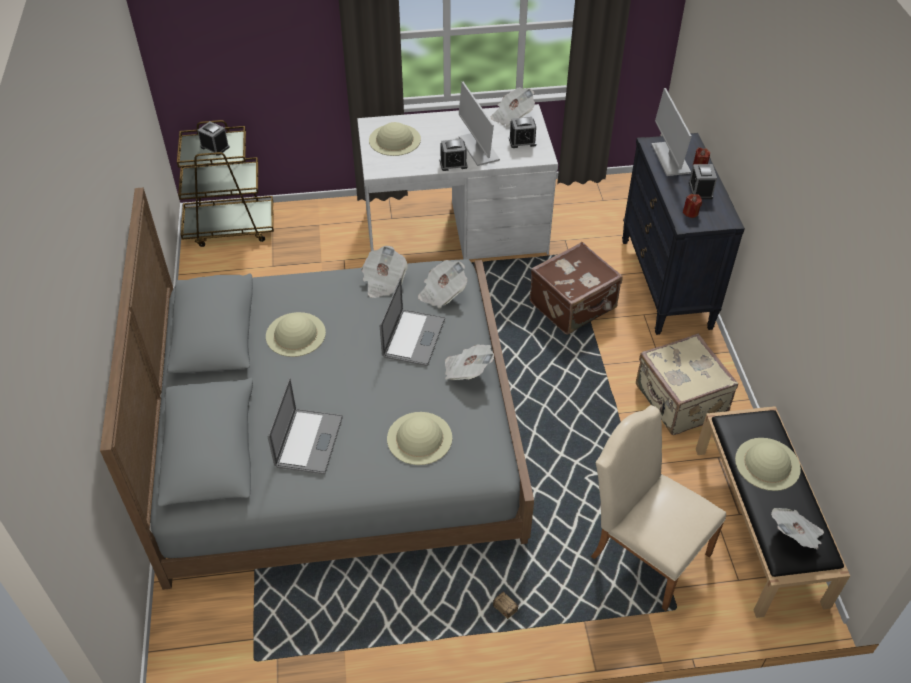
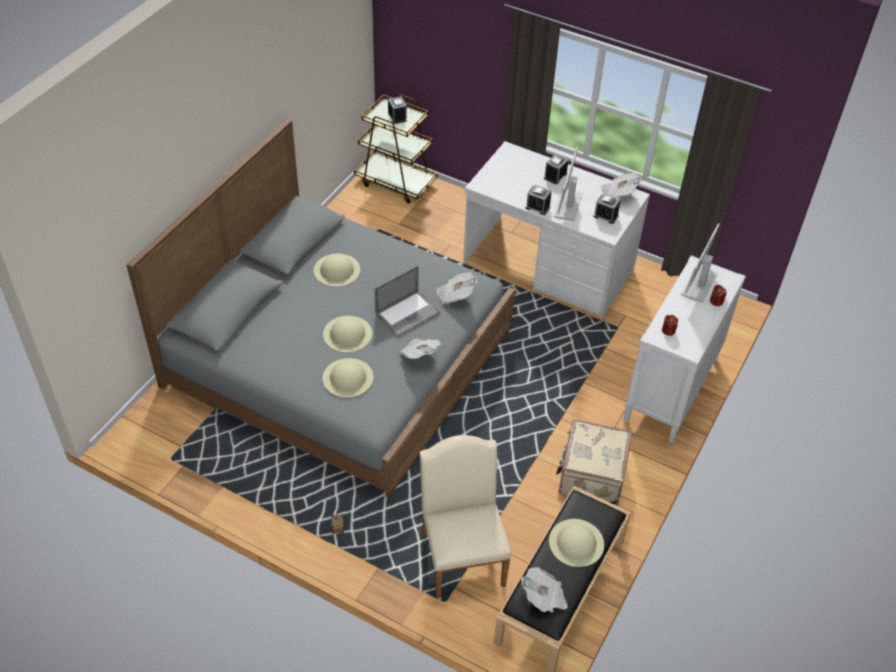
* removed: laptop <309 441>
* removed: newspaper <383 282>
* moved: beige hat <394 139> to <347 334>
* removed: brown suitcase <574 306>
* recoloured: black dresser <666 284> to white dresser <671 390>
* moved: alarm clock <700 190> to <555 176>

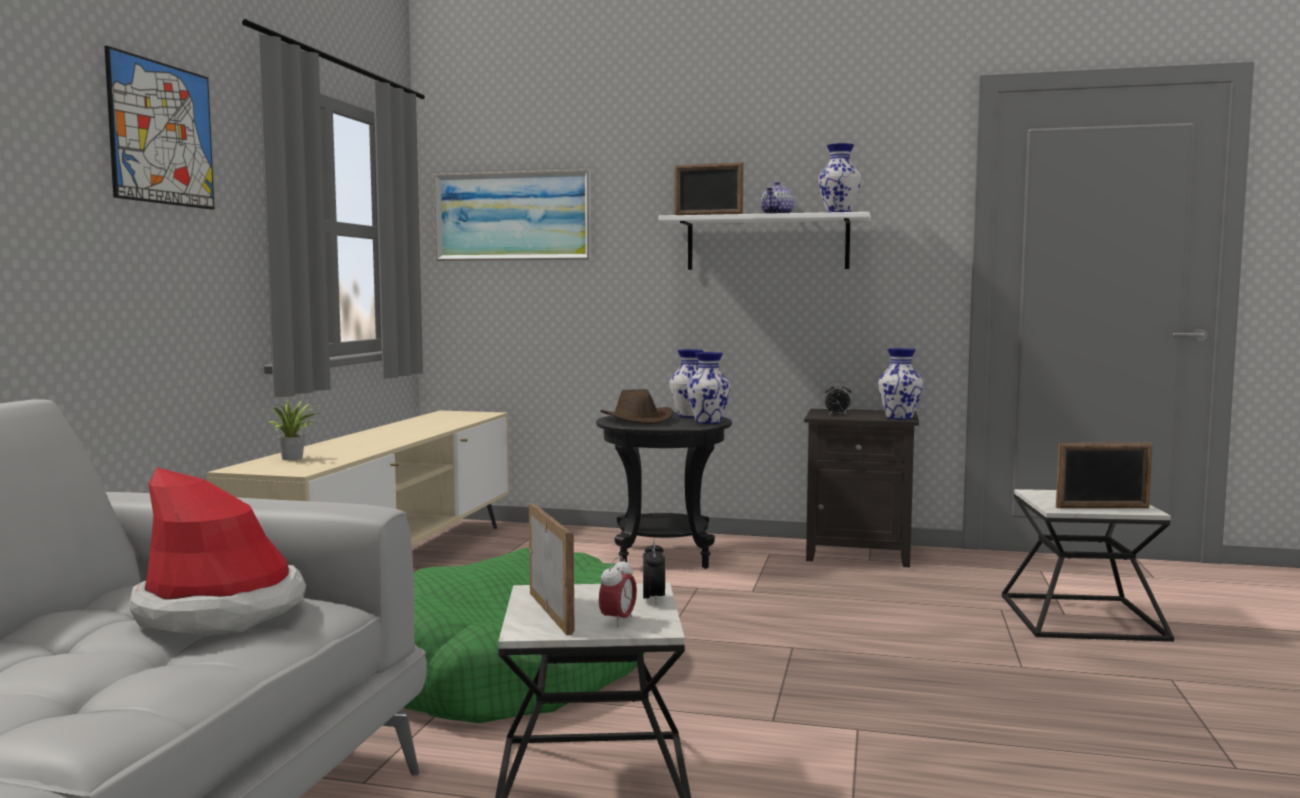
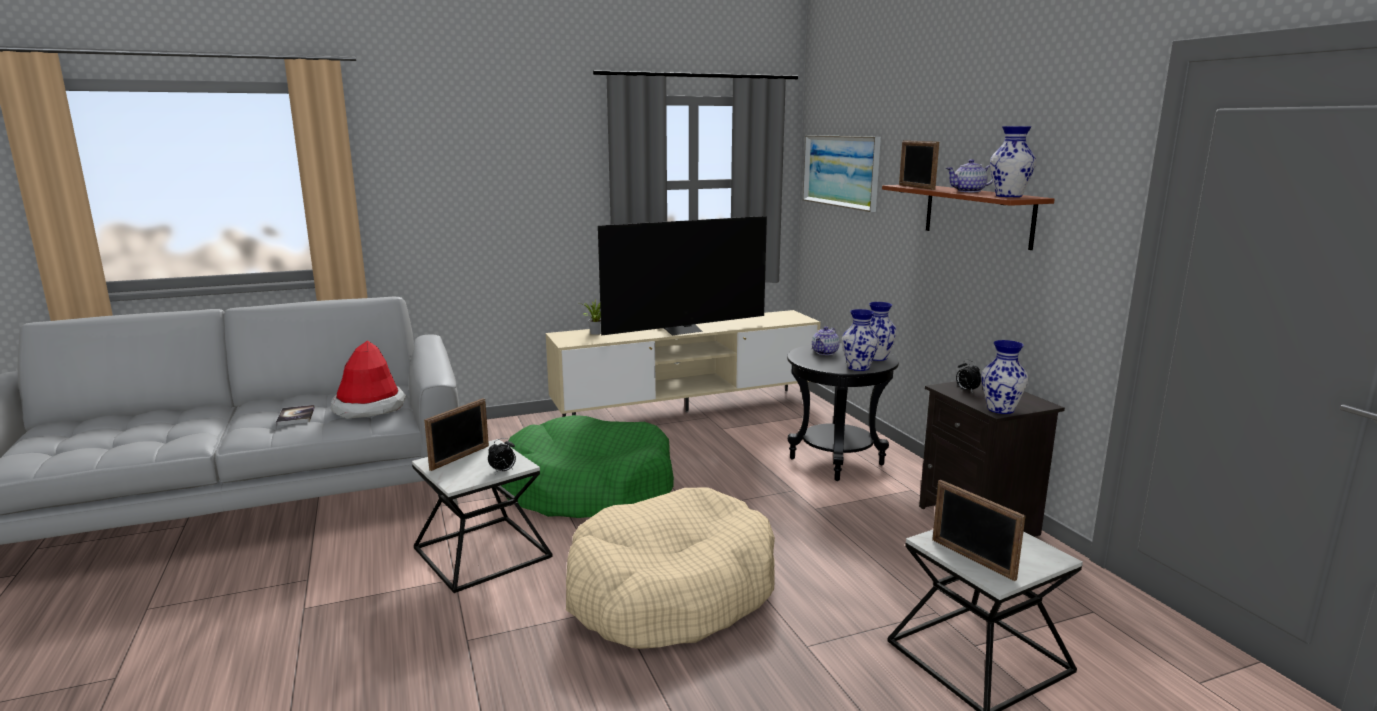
* removed: picture <162 133>
* removed: alarm clock <618 621>
* replaced: brown hat <638 420> to teapot <825 352>
* recoloured: white shelf <767 243> to brown shelf <977 215>
* added: book <296 416>
* added: beige dog bed <671 591>
* added: television <683 330>

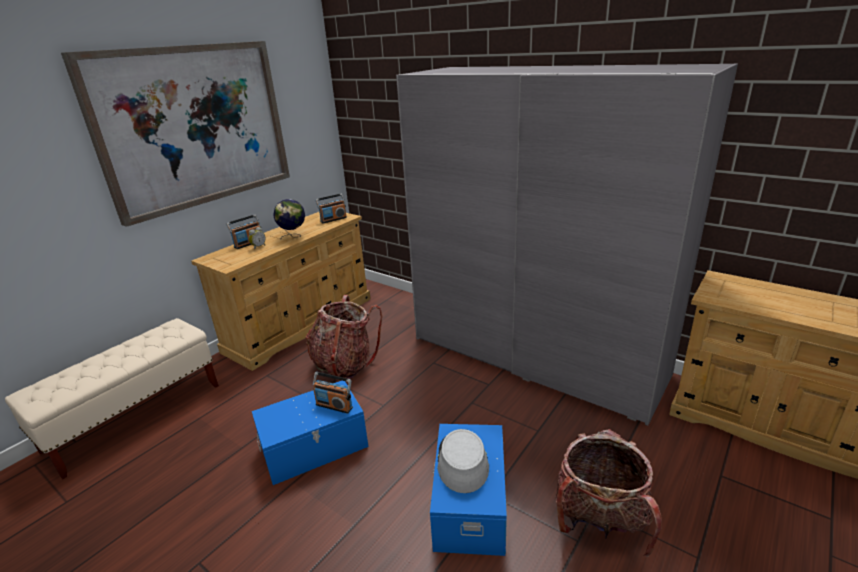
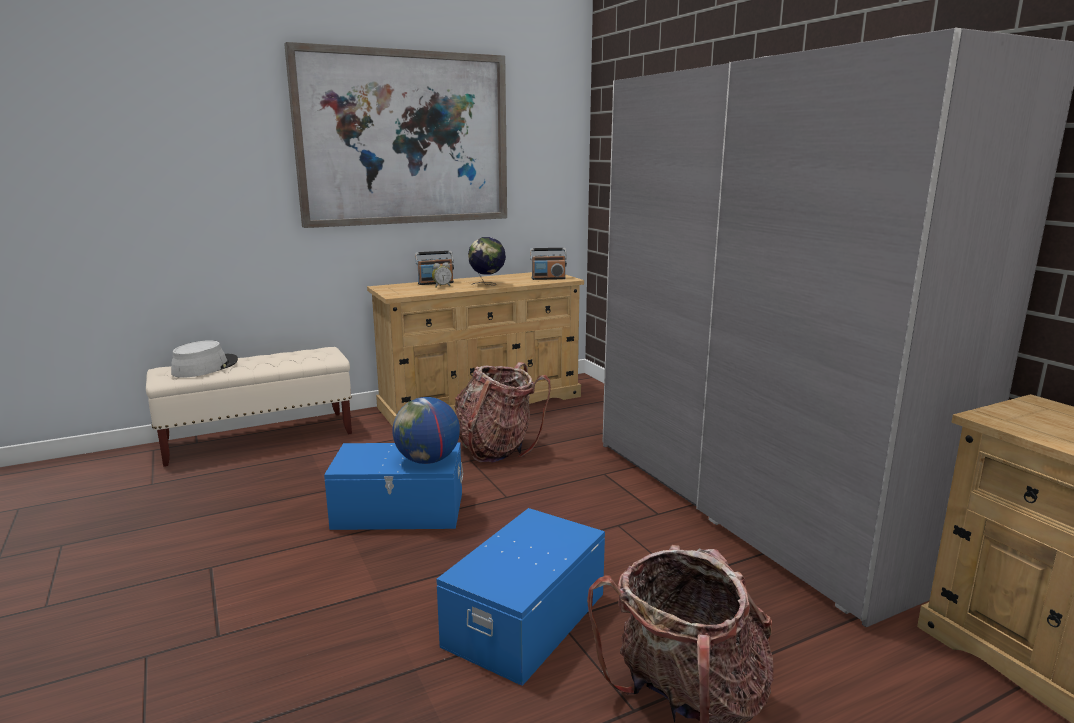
* replaced: radio <334 406> to globe <427 460>
* moved: grey hat <462 461> to <205 367>

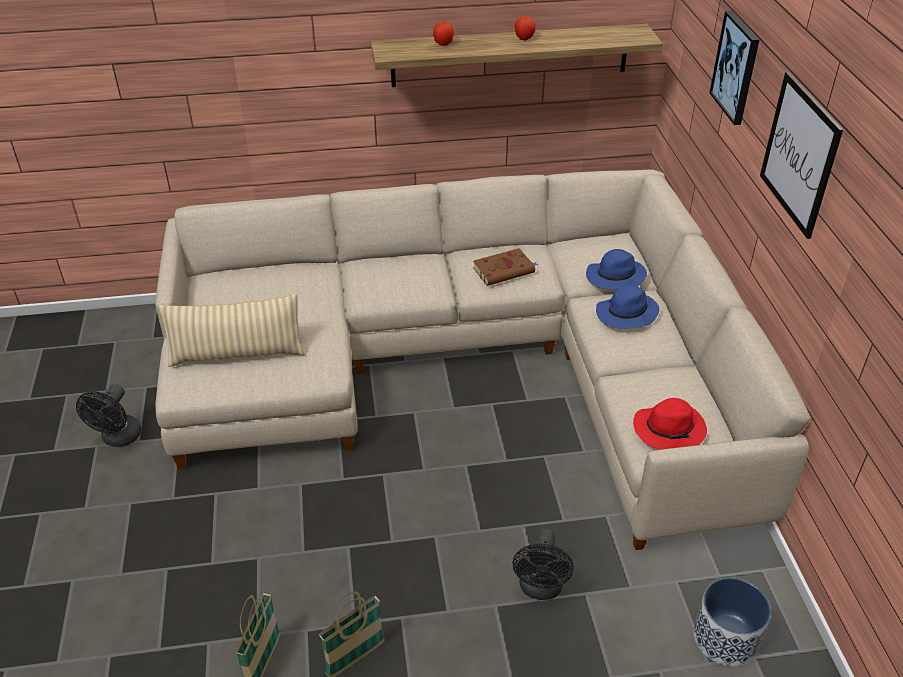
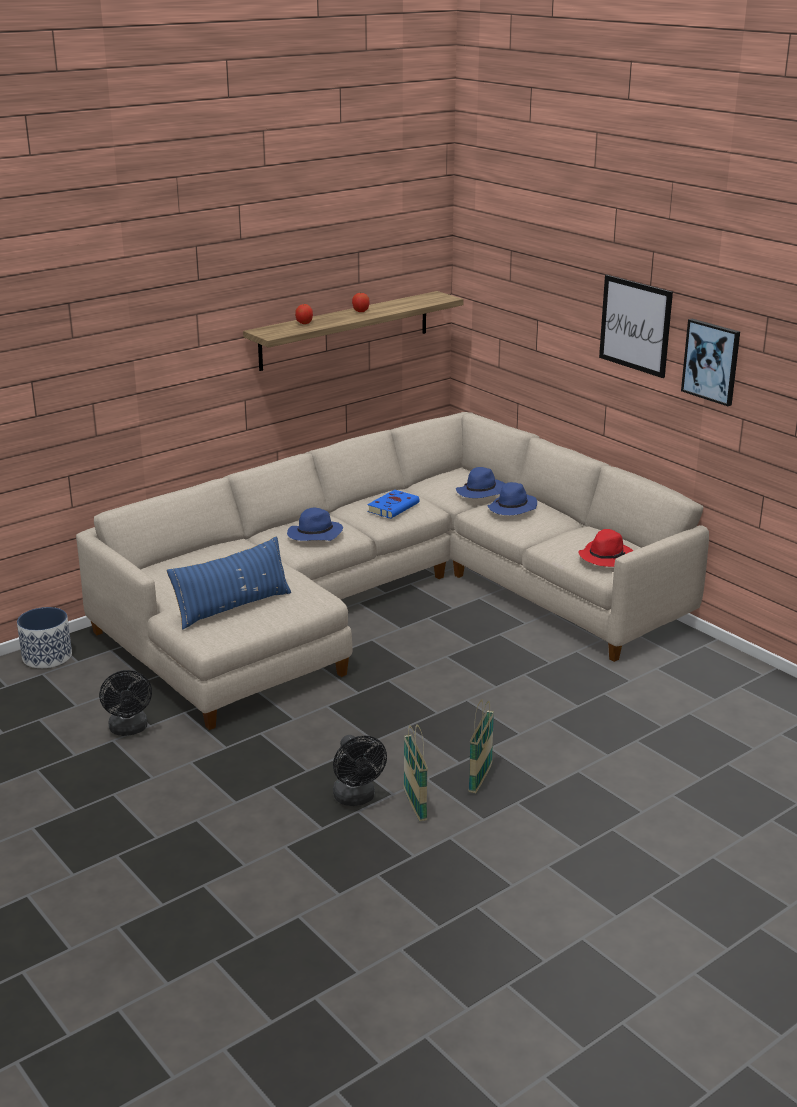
* recoloured: beige pillow <237 354> to blue pillow <232 607>
* recoloured: brown book <505 270> to blue book <394 507>
* moved: black fan <540 589> to <356 798>
* moved: planter <725 638> to <47 656>
* moved: picture <736 67> to <711 361>
* added: blue hat <314 535>

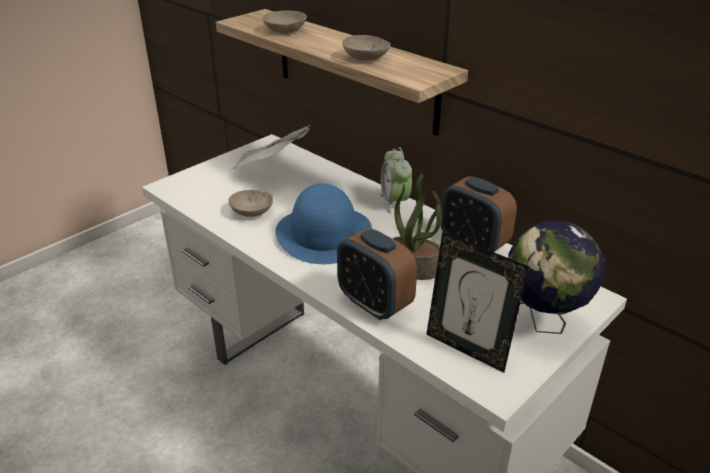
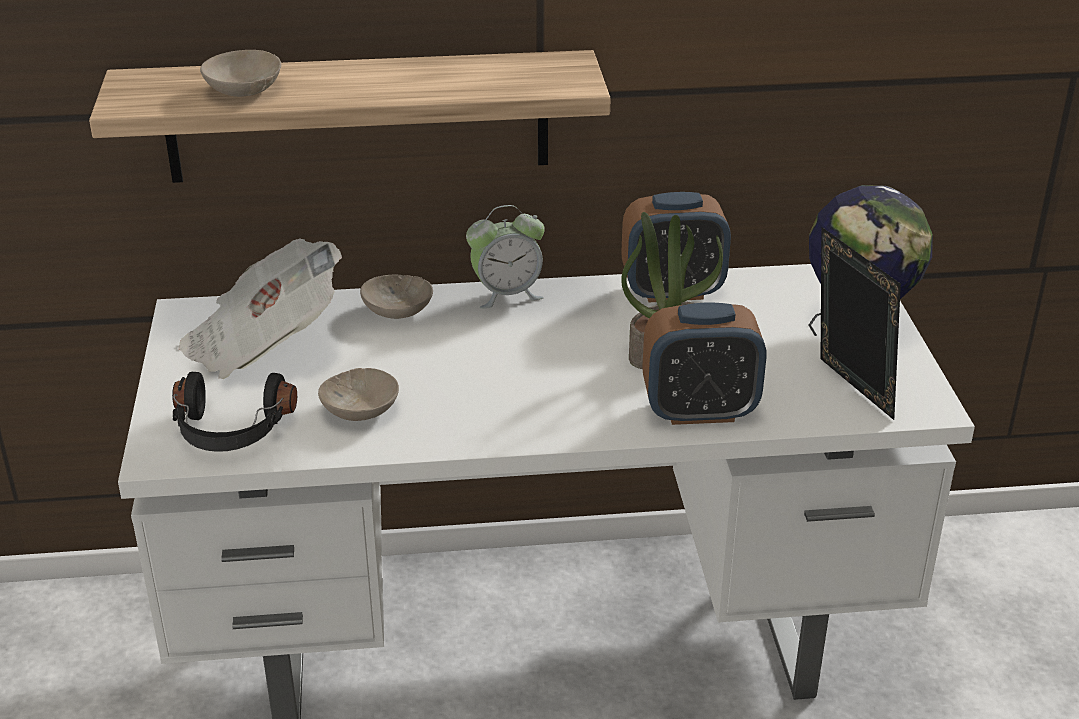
* removed: blue hat <324 234>
* moved: beige bowl <364 58> to <396 311>
* turned: alarm clock <395 202> = <507 294> 45 degrees counterclockwise
* turned: picture frame <467 348> = <848 391> 105 degrees counterclockwise
* added: black headphones <231 431>

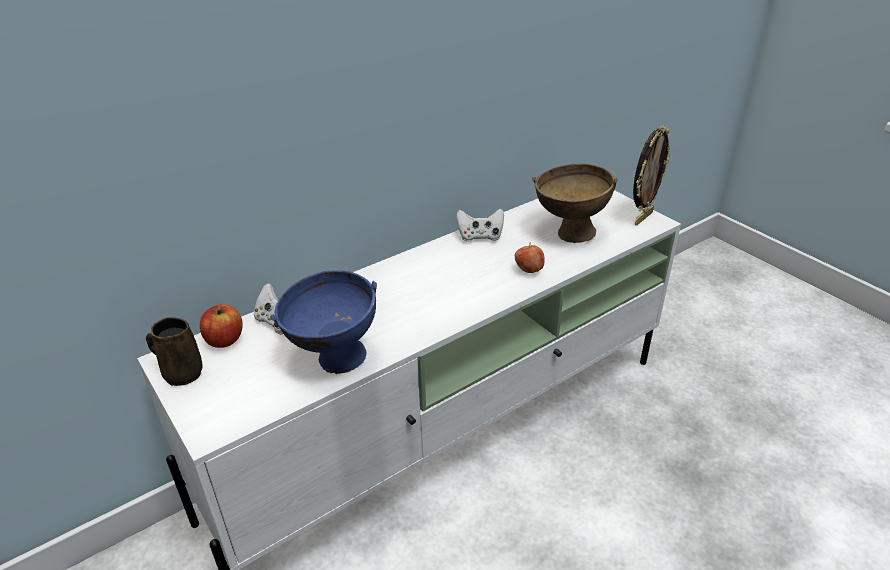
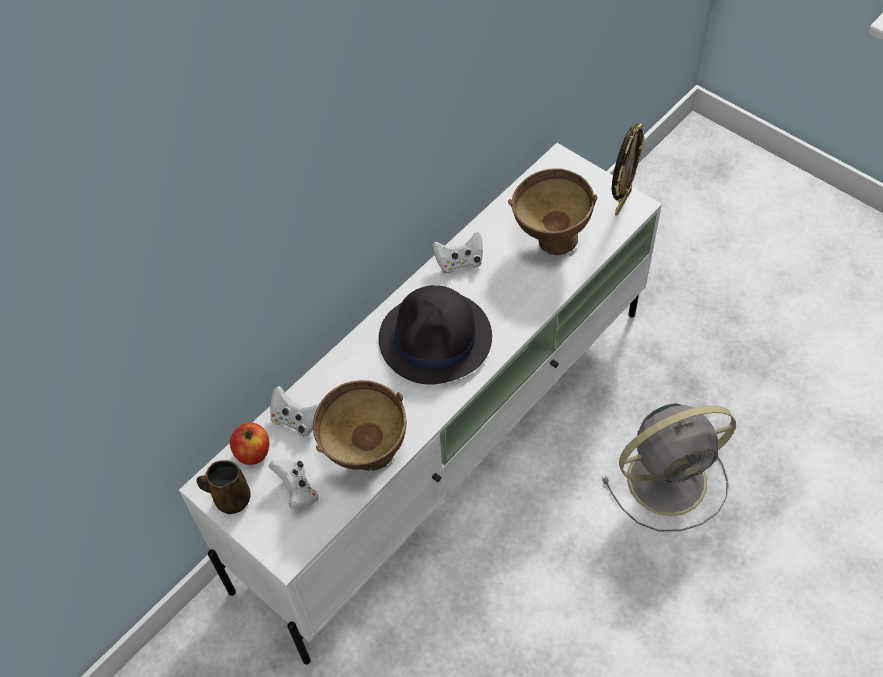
* recoloured: blue bowl <332 361> to brown bowl <364 456>
* removed: apple <528 270>
* added: white game controller <297 490>
* added: black hat <436 339>
* added: grey fan <670 478>

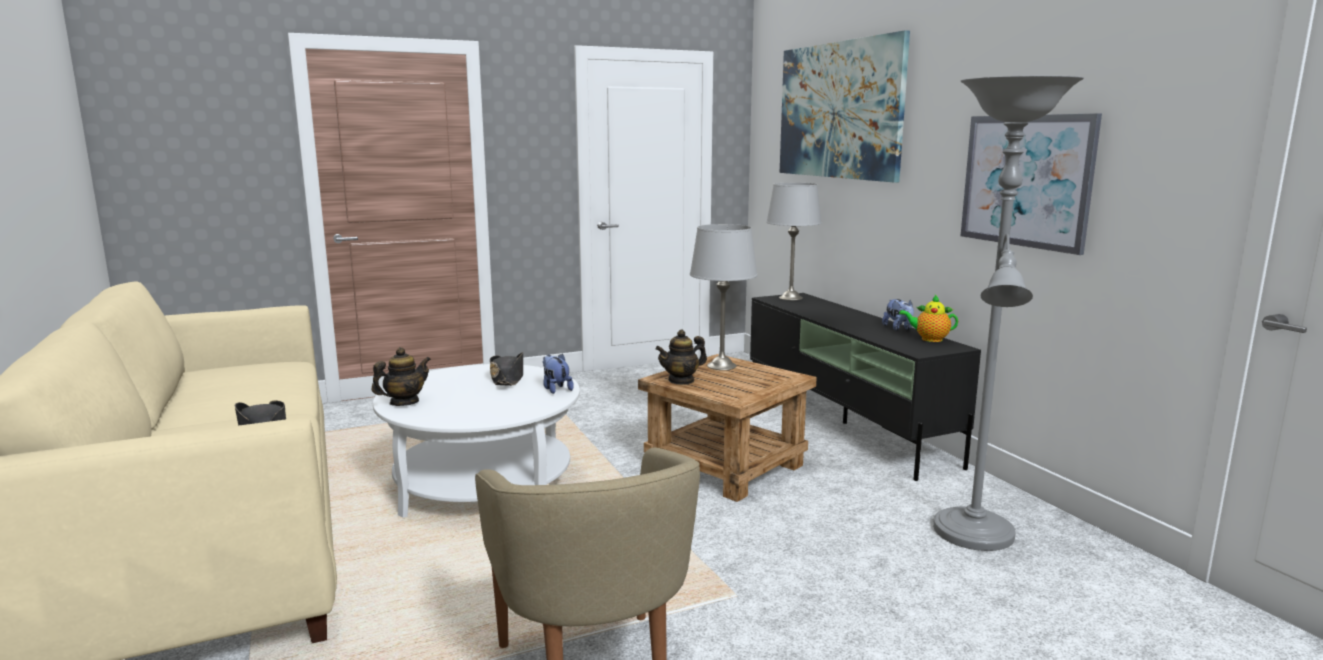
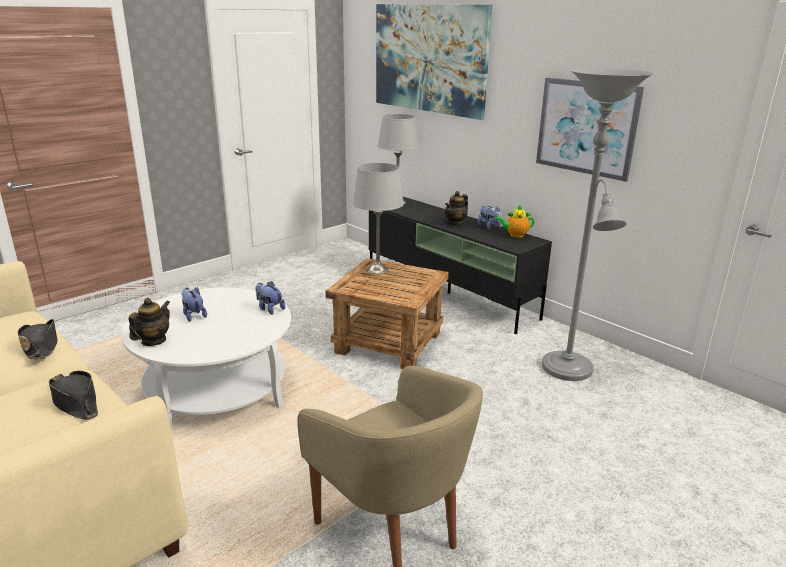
* moved: black hat <507 378> to <41 346>
* moved: teapot <681 380> to <456 223>
* added: plush toy <193 315>

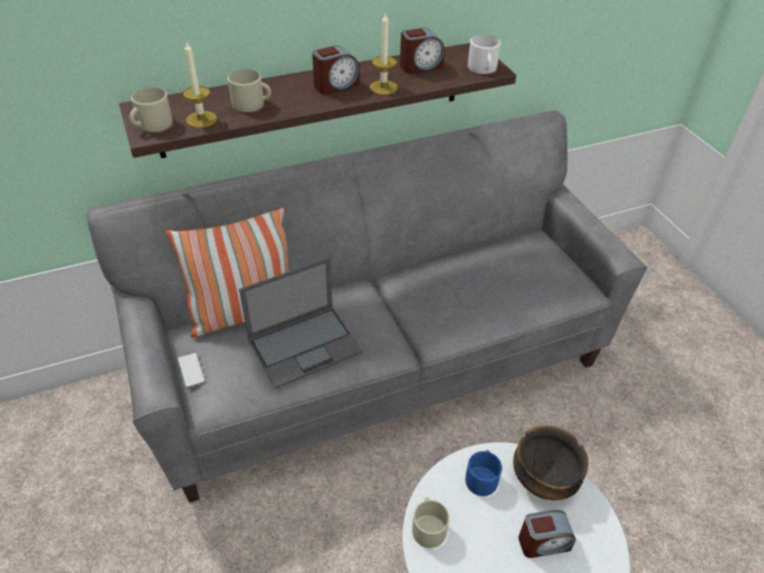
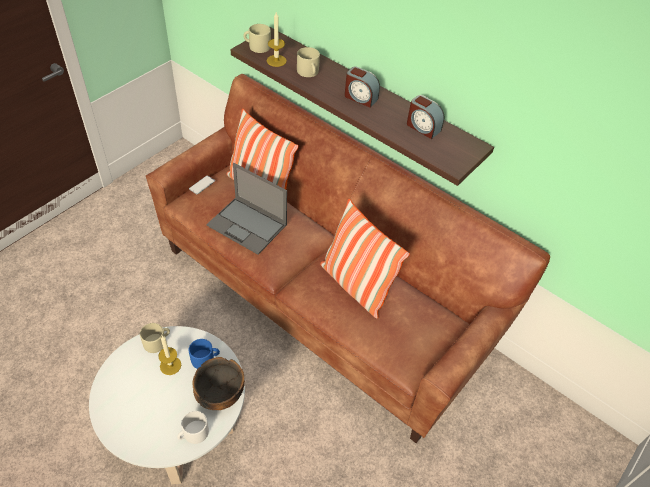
* recoloured: grey sofa <378 368> to brown sofa <320 300>
* moved: candle <383 87> to <170 365>
* moved: white mug <483 68> to <193 433>
* removed: alarm clock <543 542>
* added: pillow <356 285>

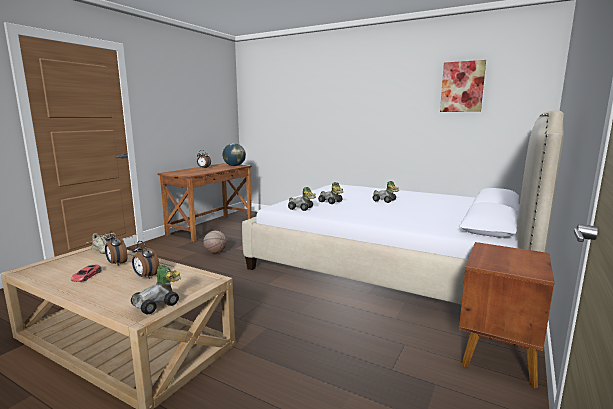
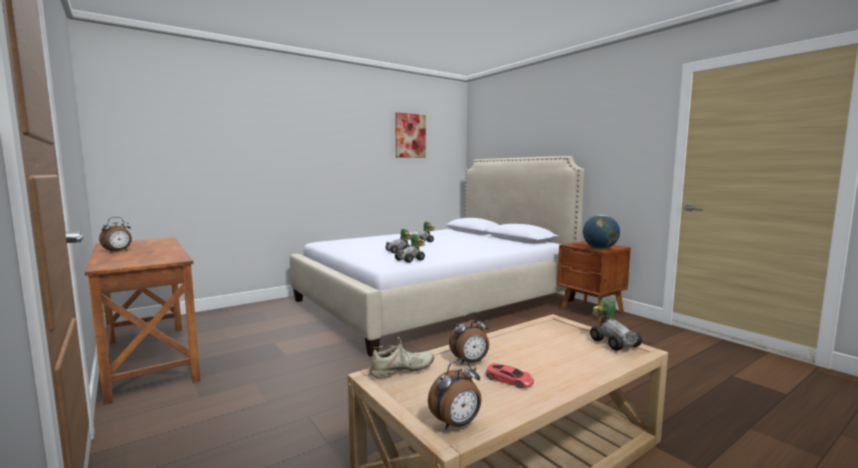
* moved: alarm clock <145 276> to <456 424>
* removed: basketball <215 252>
* moved: globe <234 166> to <600 248>

